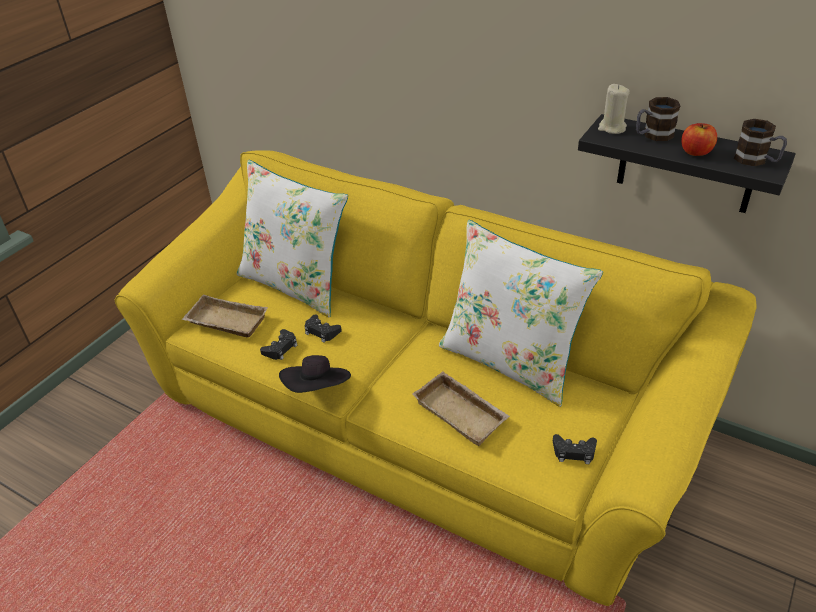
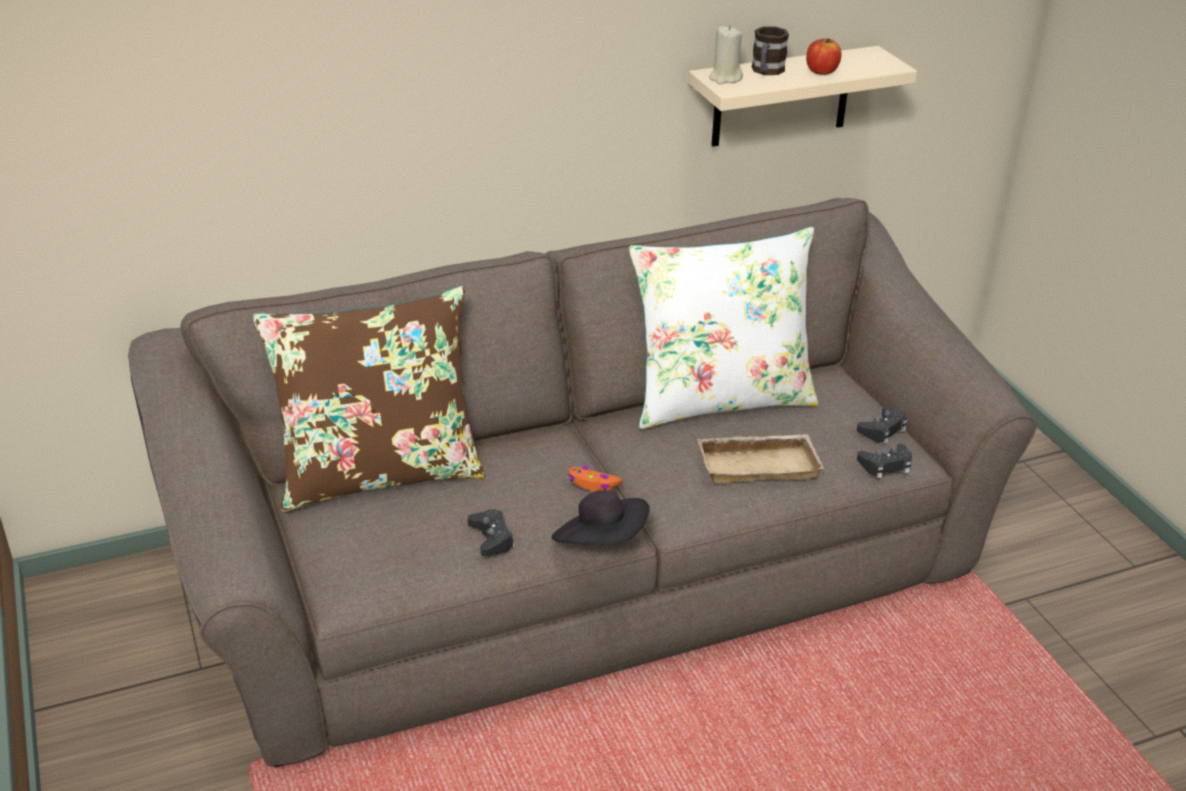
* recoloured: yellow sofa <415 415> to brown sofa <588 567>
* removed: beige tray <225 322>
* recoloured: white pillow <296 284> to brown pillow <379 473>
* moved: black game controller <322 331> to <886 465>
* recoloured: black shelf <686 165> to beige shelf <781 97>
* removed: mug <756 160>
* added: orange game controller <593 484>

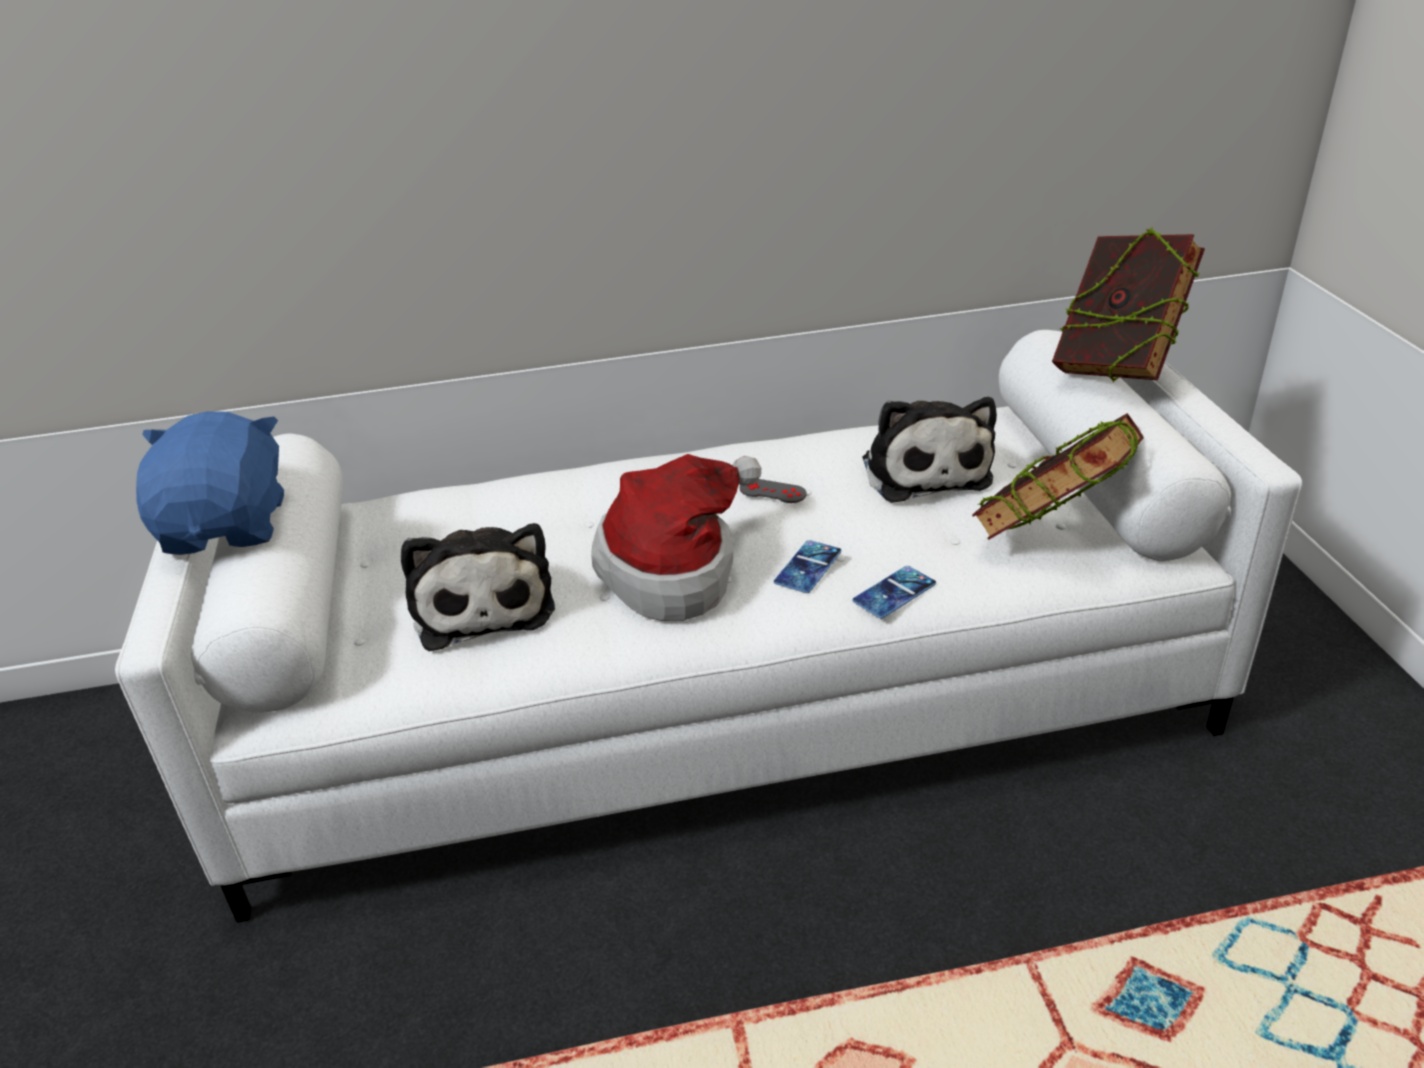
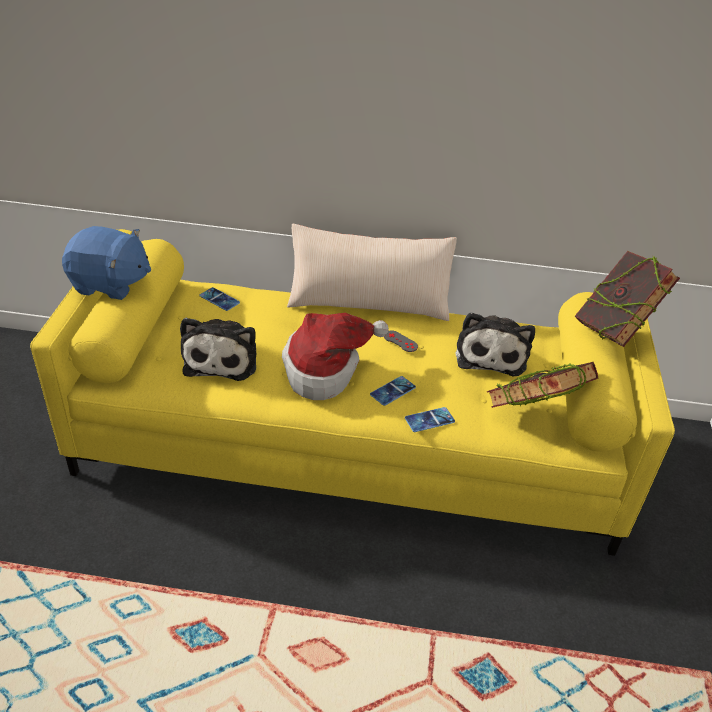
* recoloured: white sofa <724 701> to yellow sofa <351 443>
* turned: blue plush toy <229 527> = <110 284> 90 degrees clockwise
* added: phone <219 299>
* added: beige pillow <368 302>

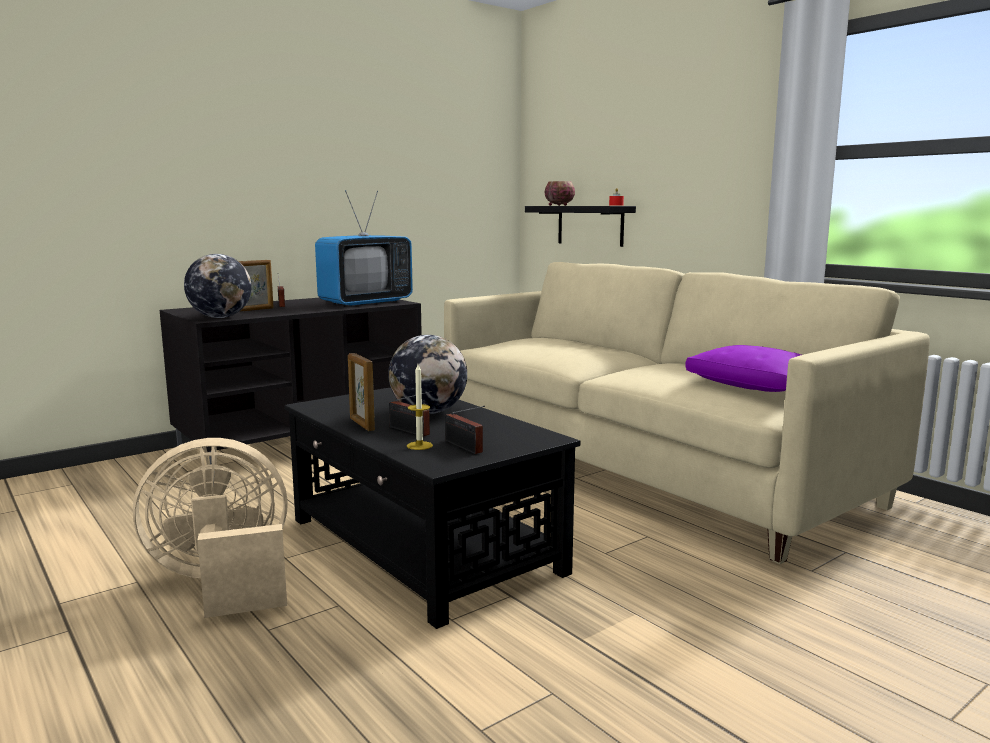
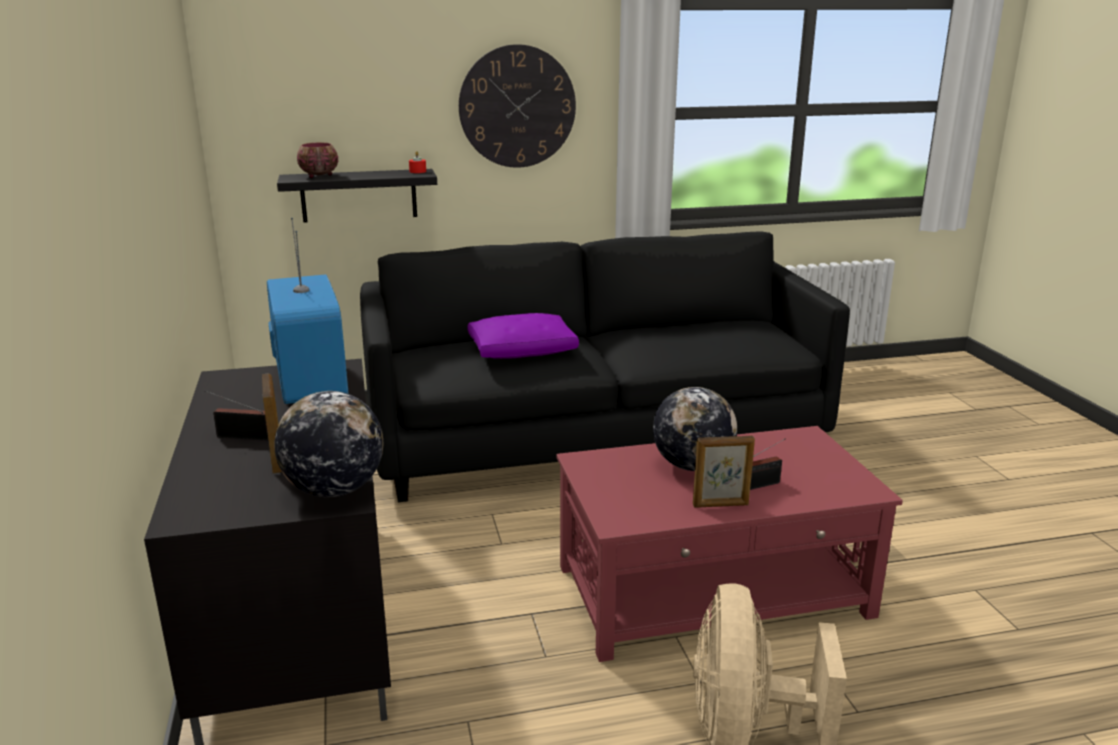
* recoloured: black coffee table <423 546> to red coffee table <714 591>
* removed: candle <419 445>
* recoloured: beige sofa <642 465> to black sofa <594 437>
* removed: radio <464 447>
* moved: purple pillow <755 386> to <523 350>
* added: wall clock <517 107>

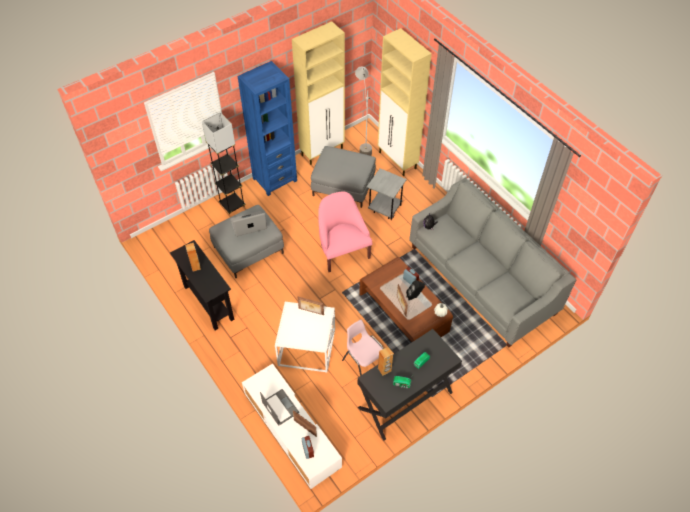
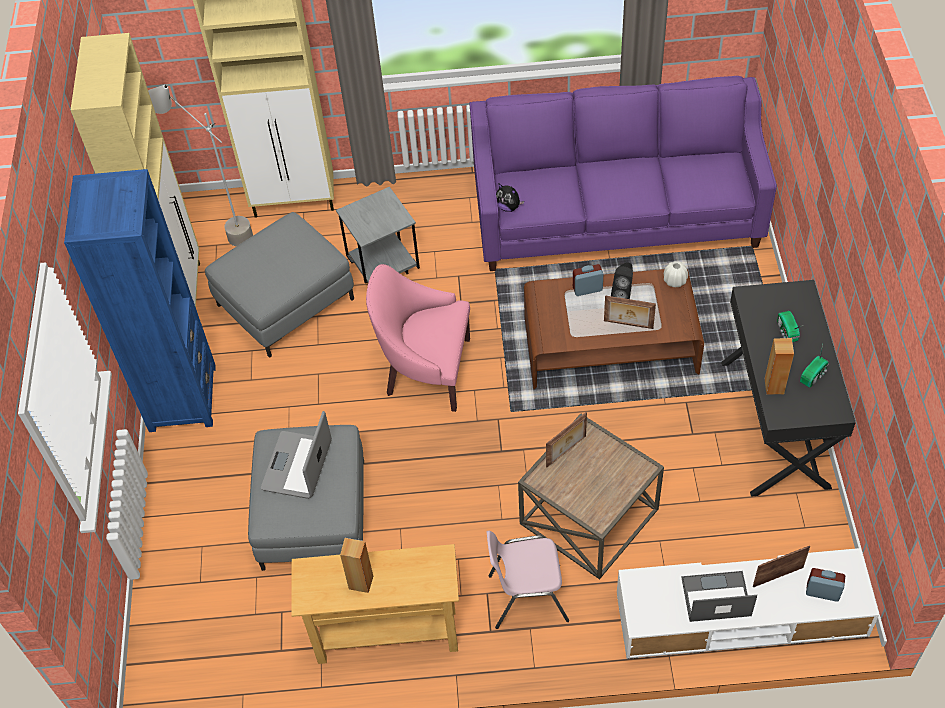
* recoloured: black console table <208 302> to beige console table <387 635>
* removed: grey floor lamp <232 205>
* recoloured: white side table <307 347> to brown side table <589 515>
* moved: pink chair <364 364> to <527 597>
* recoloured: grey sofa <482 280> to purple sofa <617 216>

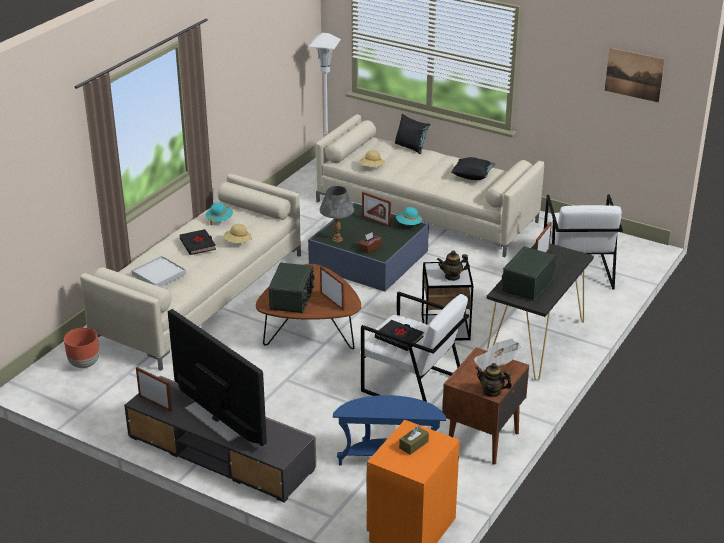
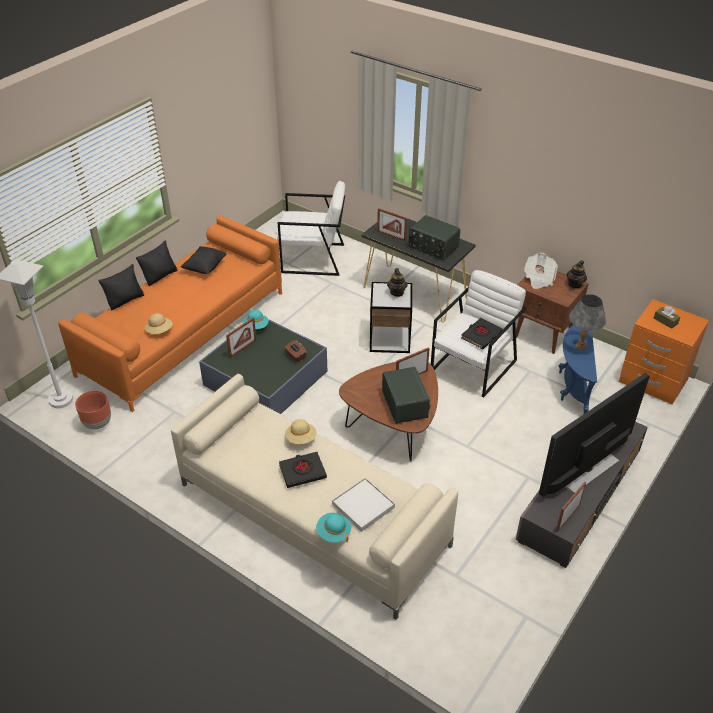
* moved: brown planter <84 364> to <97 423>
* moved: turquoise hat <219 219> to <333 532>
* turned: radio <292 299> = <405 404> 60 degrees clockwise
* recoloured: beige sofa <427 211> to orange sofa <184 332>
* moved: grey table lamp <337 239> to <580 345>
* removed: picture <634 74>
* added: black pillow <160 276>

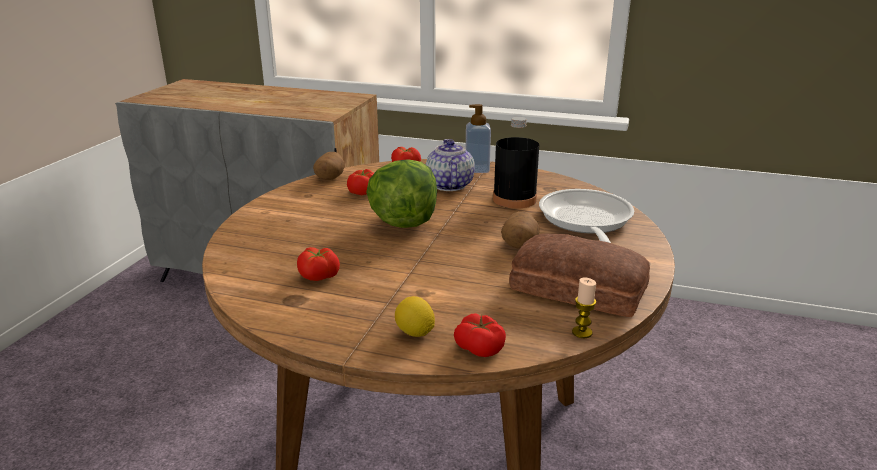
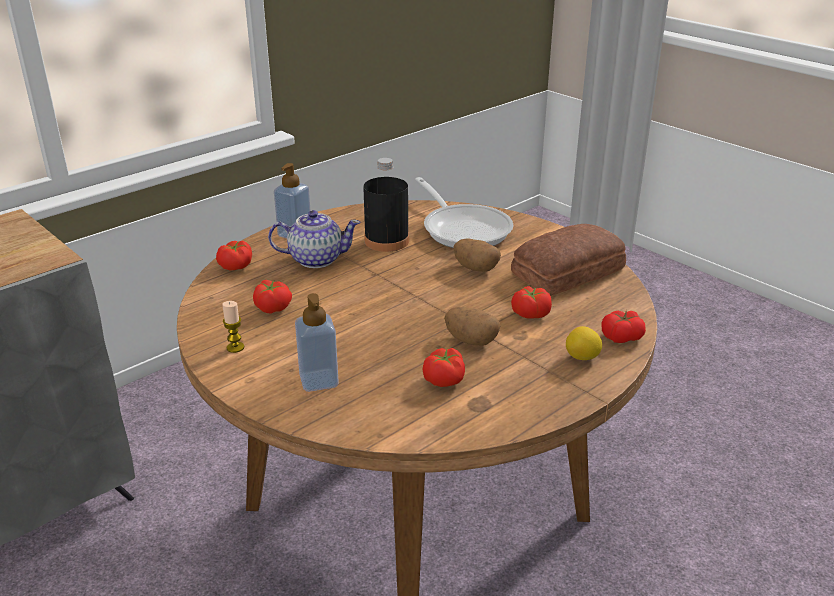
* moved: potato <330 177> to <470 340>
* removed: lettuce <403 222>
* turned: teapot <449 185> = <315 259> 150 degrees clockwise
* turned: frying pan <585 221> = <463 229> 150 degrees counterclockwise
* moved: candle <582 332> to <235 347>
* added: soap dispenser <319 380>
* added: tomato <530 313>

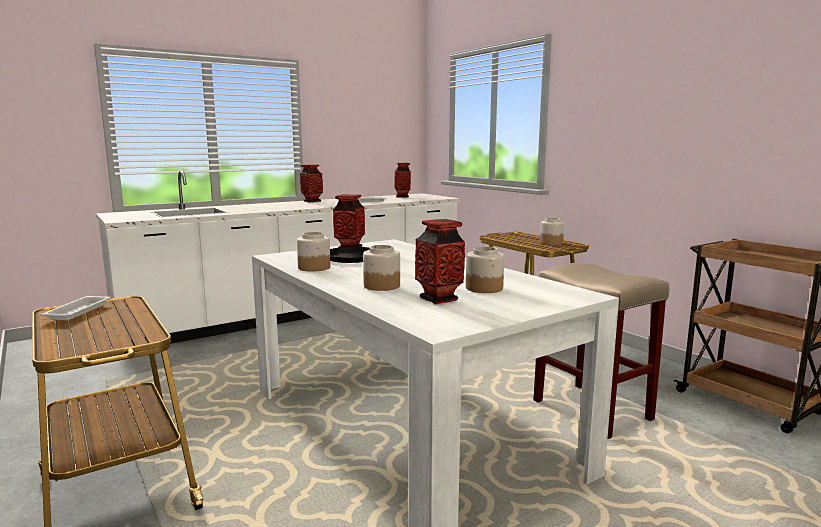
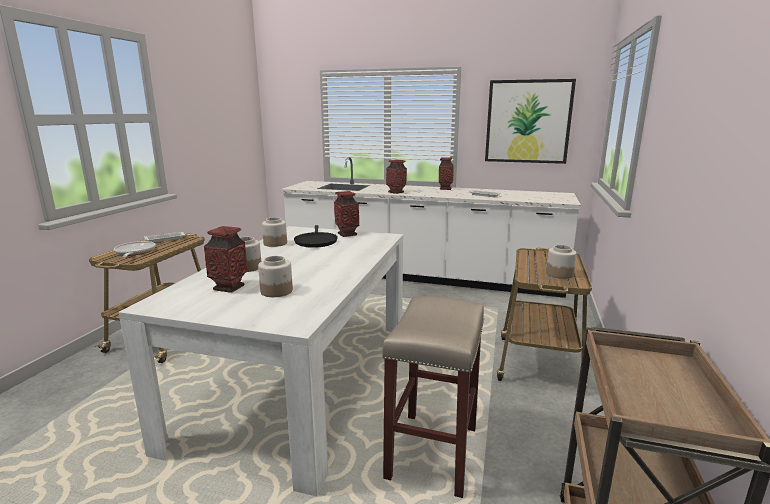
* moved: vase <402 197> to <396 192>
* added: frying pan <134 252>
* added: picture <528 122>

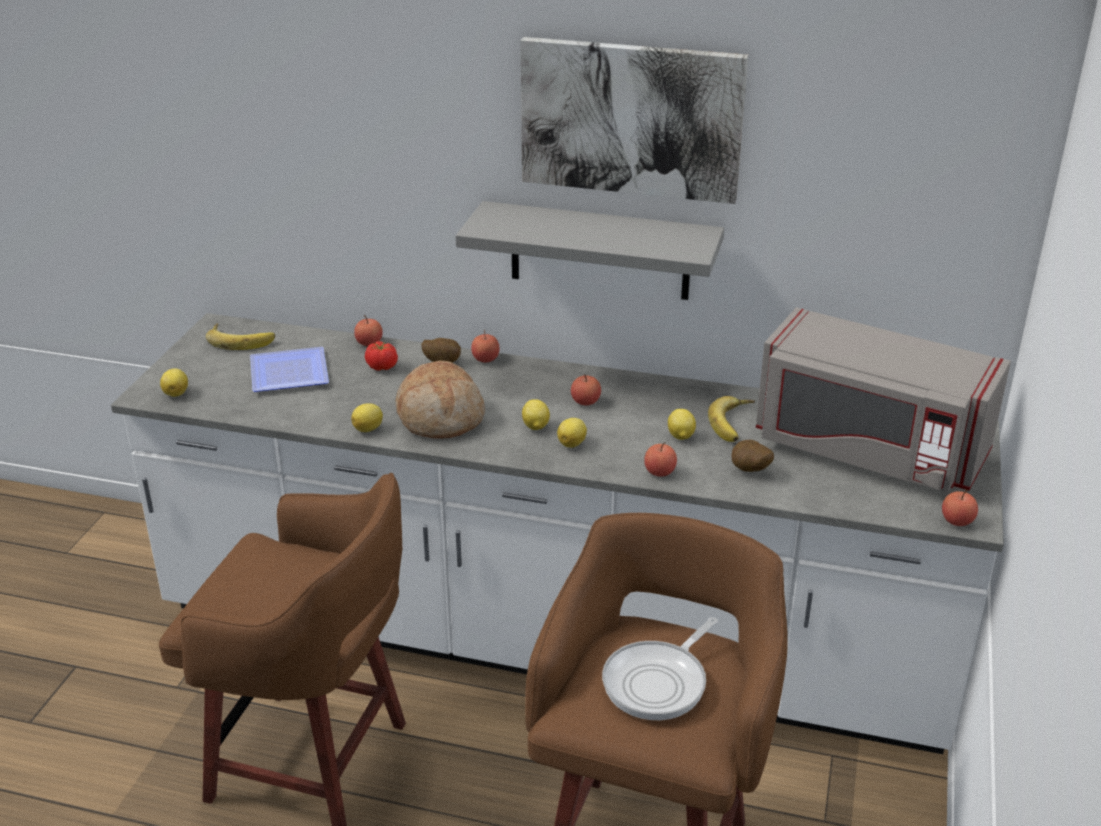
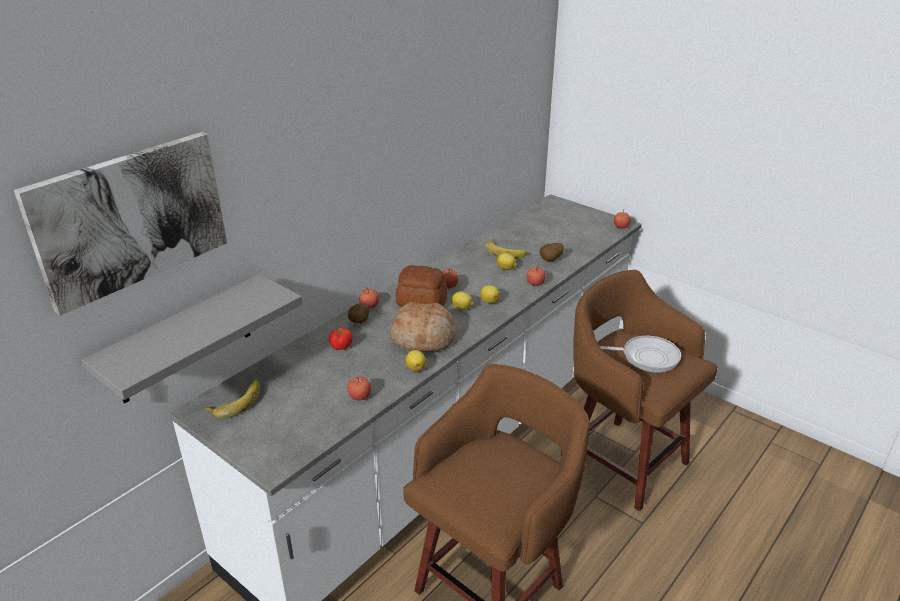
* removed: lemon <176 393>
* removed: plate <286 372>
* moved: apple <369 343> to <360 396>
* moved: grey shelf <600 251> to <184 340>
* moved: picture <631 118> to <130 218>
* turned: frying pan <658 682> = <646 357> 60 degrees counterclockwise
* removed: grey microwave <867 449>
* added: bread <421 302>

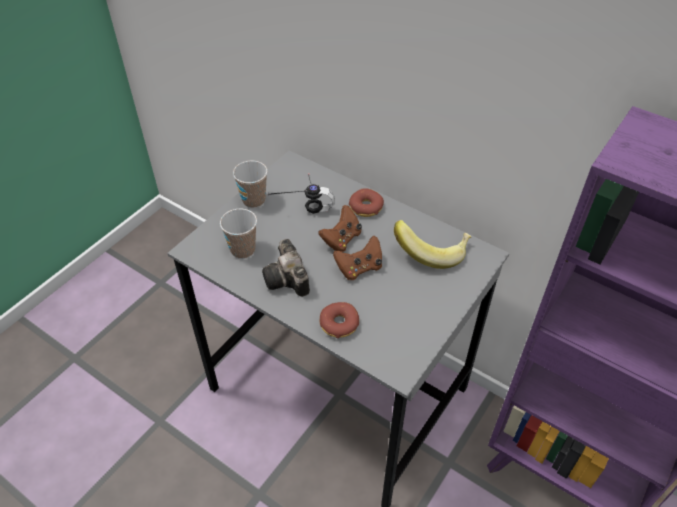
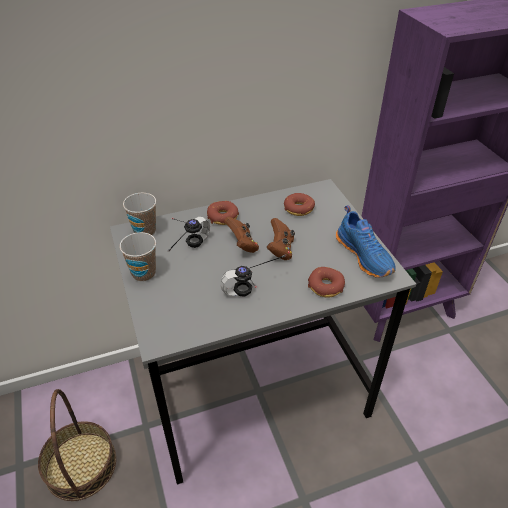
* moved: cup <243 250> to <145 231>
* replaced: photo camera <288 280> to headphones <256 294>
* replaced: banana <432 252> to donut <298 209>
* added: basket <80 465>
* added: blue shoe <365 255>

